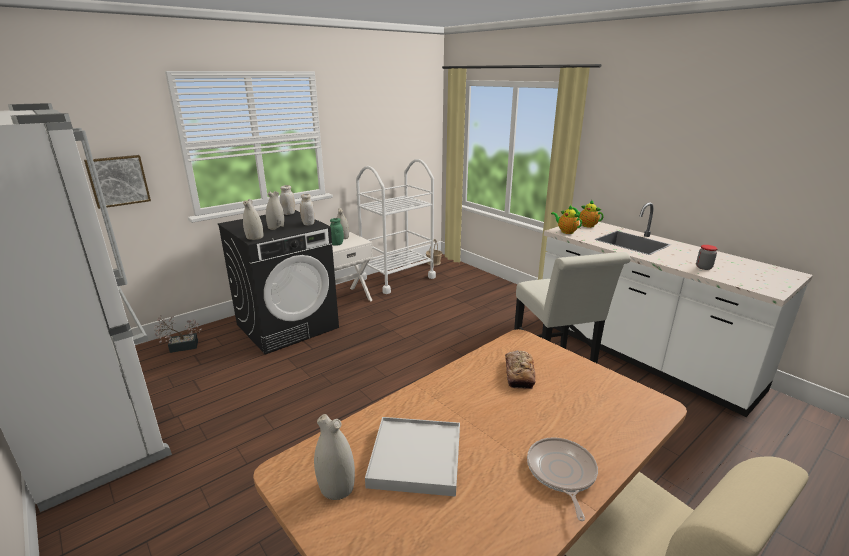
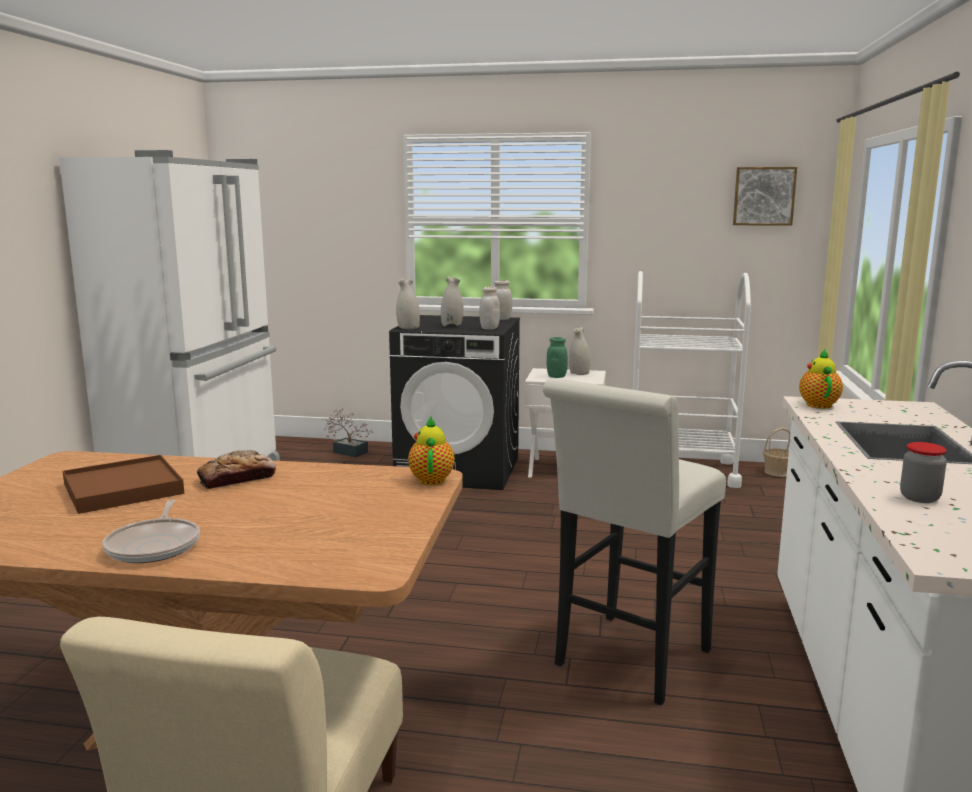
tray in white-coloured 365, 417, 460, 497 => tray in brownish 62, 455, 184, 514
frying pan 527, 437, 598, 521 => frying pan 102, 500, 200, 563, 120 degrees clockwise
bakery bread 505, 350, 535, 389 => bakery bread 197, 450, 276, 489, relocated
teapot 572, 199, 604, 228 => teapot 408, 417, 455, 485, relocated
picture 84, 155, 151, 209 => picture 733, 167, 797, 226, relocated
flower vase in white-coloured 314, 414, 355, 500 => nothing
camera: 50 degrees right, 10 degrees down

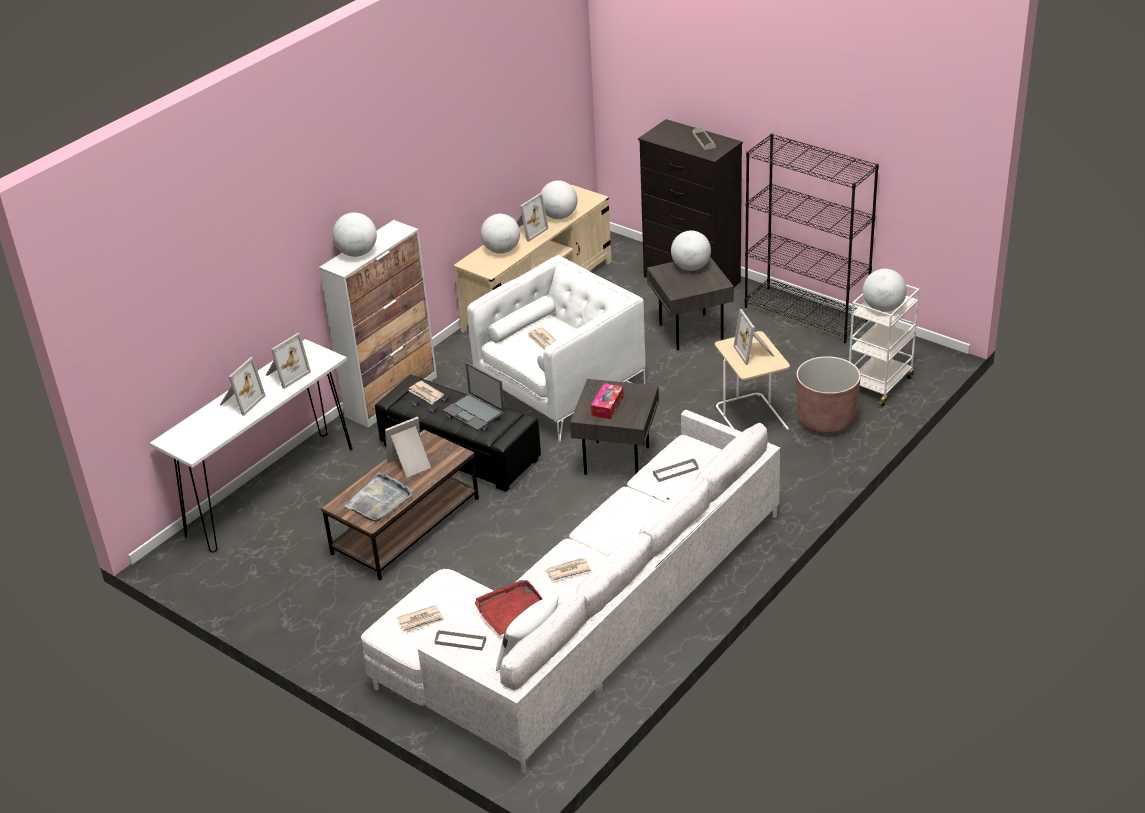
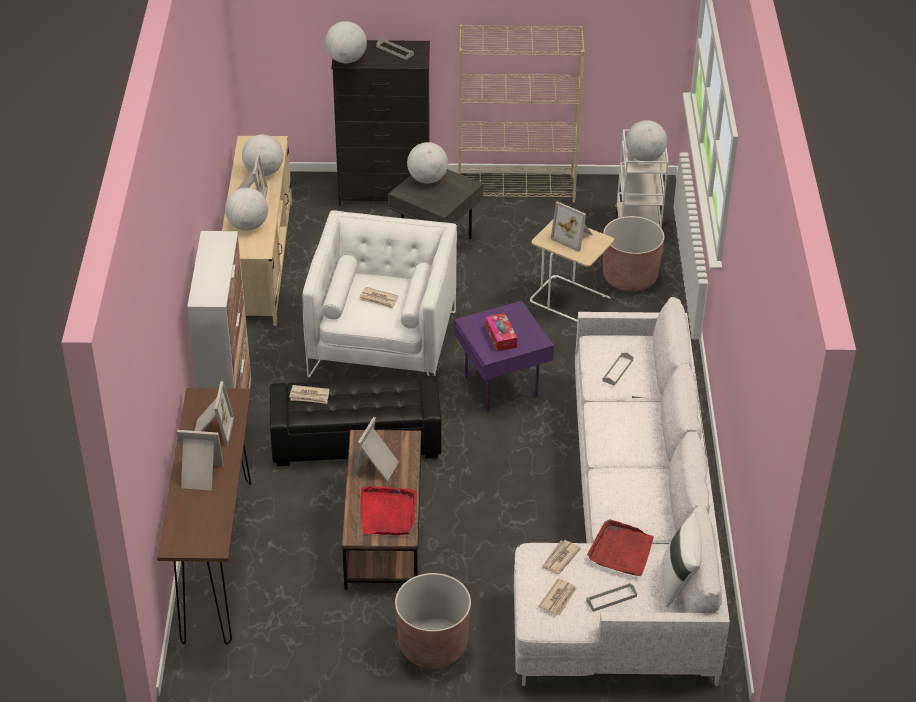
narrow table in white-coloured 150, 339, 352, 553 => narrow table in brownish 157, 388, 251, 644
photo frame 220, 357, 266, 416 => photo frame 177, 430, 224, 491, 75 degrees counterclockwise
world globe 332, 213, 377, 257 => world globe 325, 21, 367, 63, relocated
tray in grey 345, 472, 413, 522 => tray in red-coloured 361, 486, 417, 535
nothing => planter in brownish 395, 573, 471, 669
accent table in grey 570, 379, 659, 475 => accent table in purple 454, 301, 554, 412
bookcase in black-coloured 745, 133, 879, 343 => bookcase in sand-coloured 458, 25, 585, 203
daily paper 545, 558, 591, 581 => daily paper 542, 540, 581, 574, relocated
laptop 443, 362, 505, 431 => nothing
camera: 40 degrees left, 5 degrees up

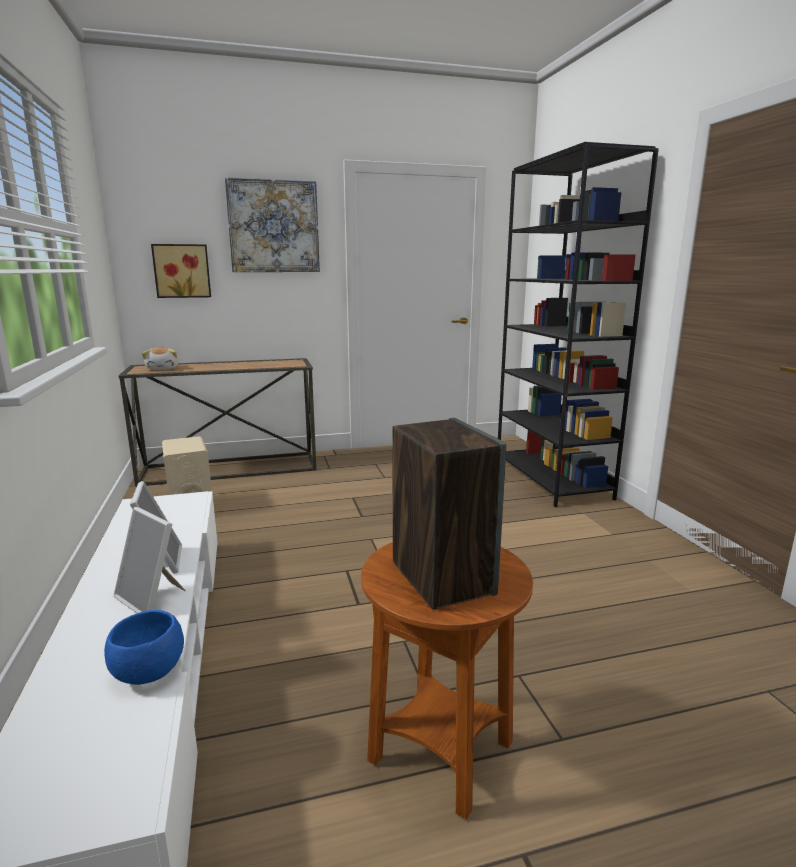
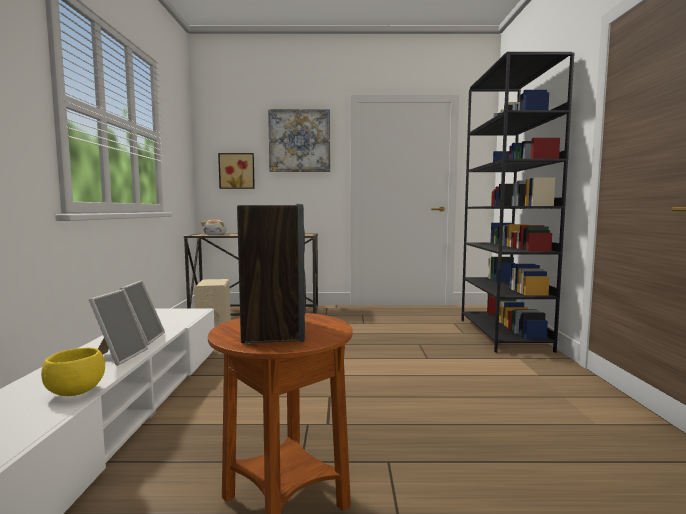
serving bowl in bluish 104, 610, 184, 685 => serving bowl in yellowish 41, 347, 105, 396
photo frame 114, 507, 186, 613 => photo frame 89, 289, 148, 366, 135 degrees counterclockwise
camera: 15 degrees right, 10 degrees down

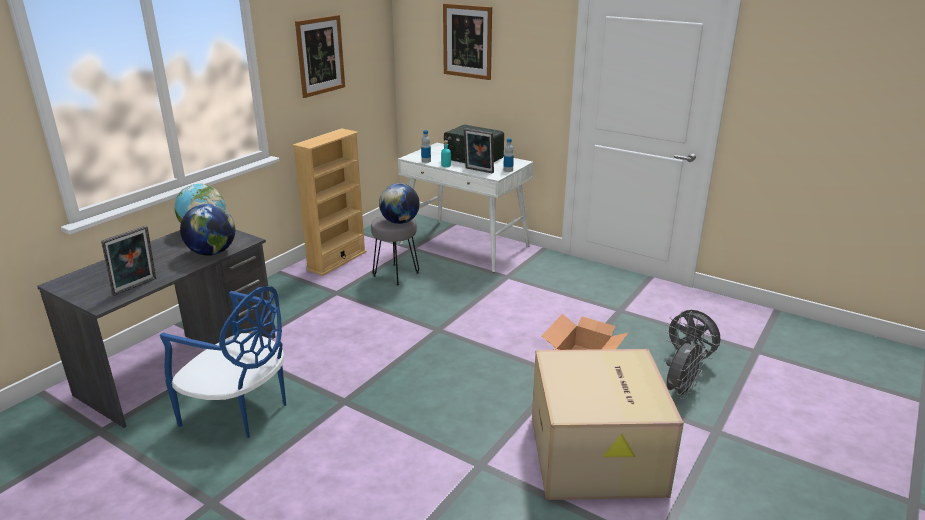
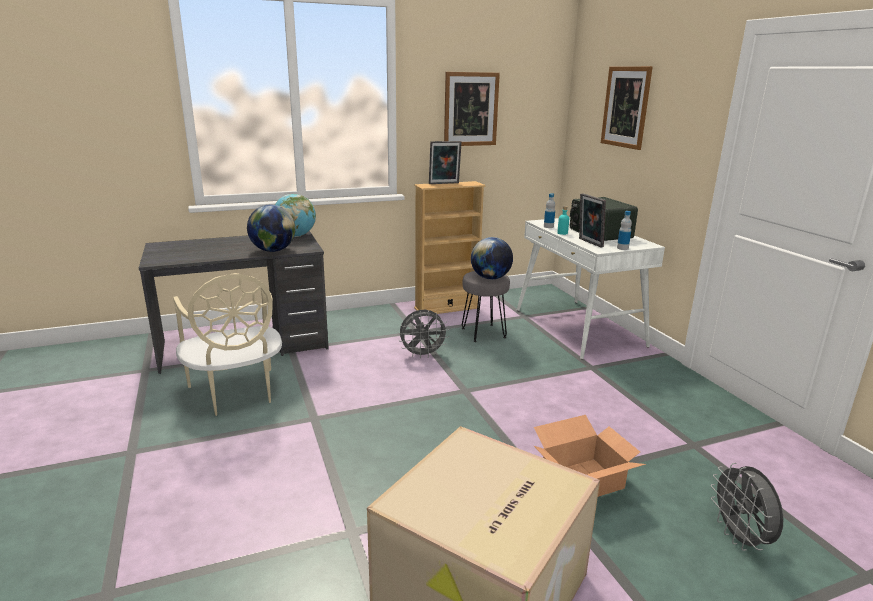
upright chair in bluish 160, 286, 286, 438 => upright chair in sand-coloured 173, 273, 282, 416
fan in grey 666, 340, 707, 399 => fan in grey 399, 310, 449, 359, relocated
photo frame 101, 226, 156, 296 => photo frame 429, 141, 462, 184, relocated
camera: 35 degrees right, 5 degrees down

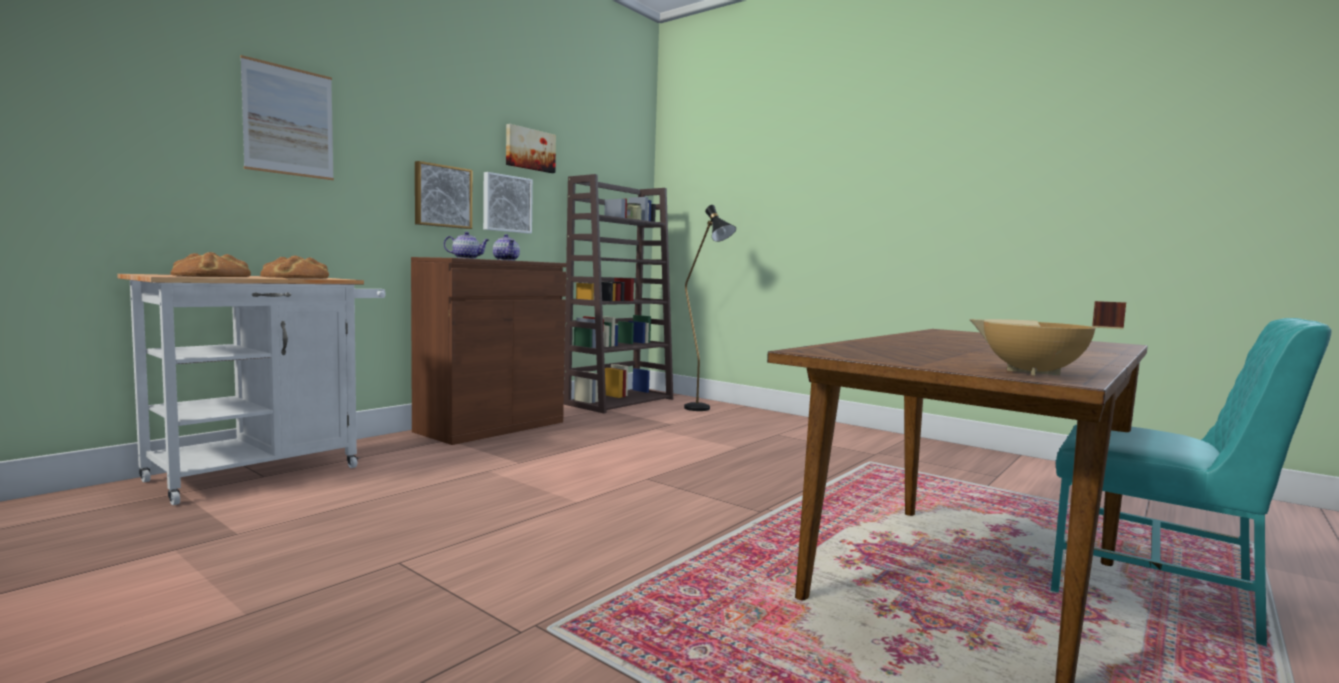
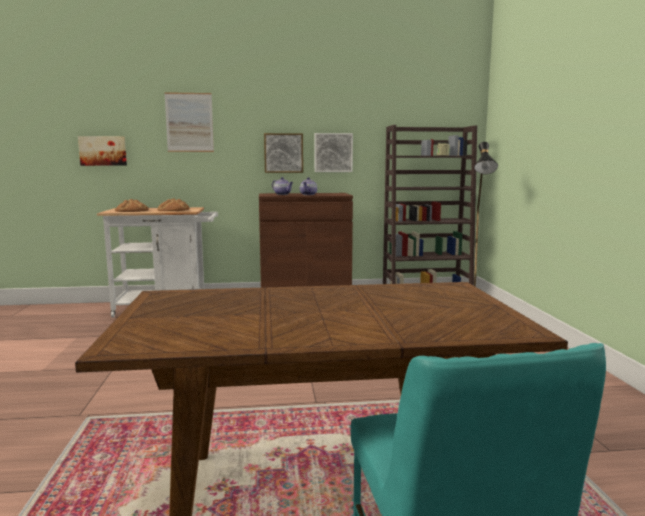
picture 506, 124, 556, 173 => picture 78, 136, 127, 166, relocated
saucepot in sand-coloured 969, 301, 1126, 376 => nothing
camera: 45 degrees right, 5 degrees up

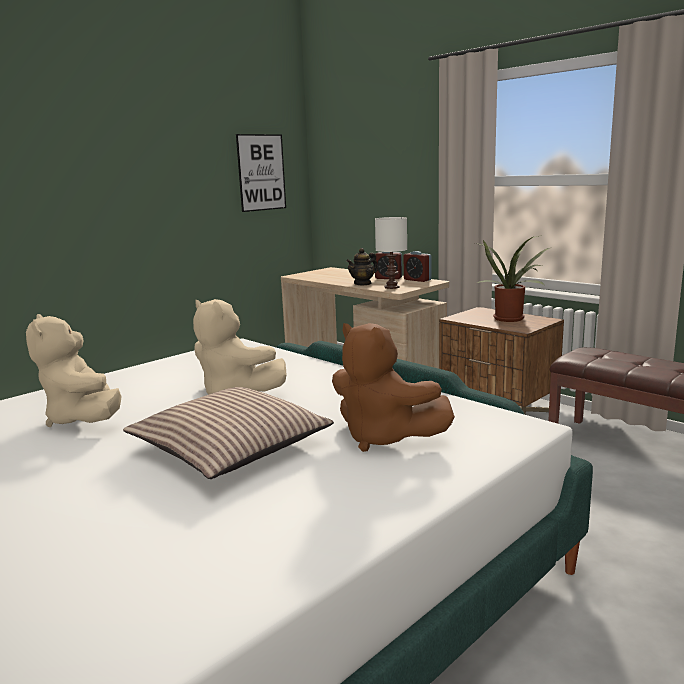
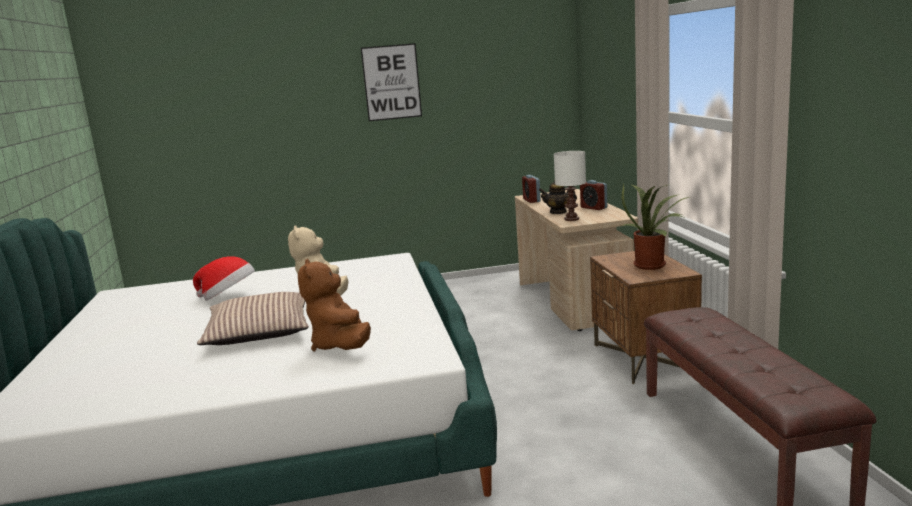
cuddly toy in sand-coloured 26, 314, 122, 427 => clothing hat 193, 256, 255, 301
picture 236, 134, 286, 212 => picture 361, 43, 422, 121, relocated
table clock 404, 251, 432, 282 => table clock 522, 175, 541, 203, relocated
camera: 35 degrees right, 0 degrees up

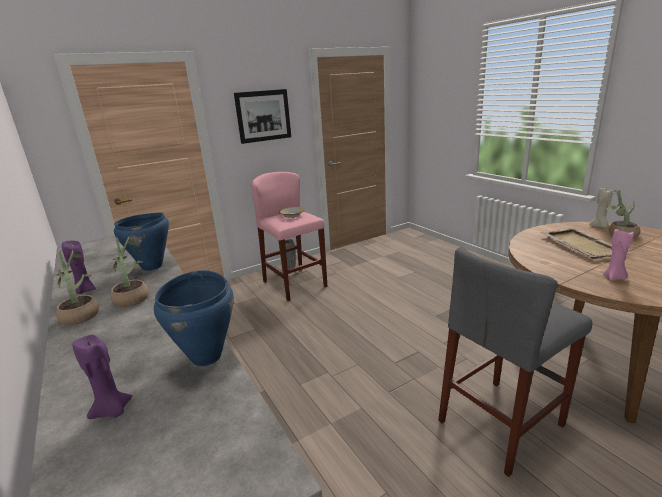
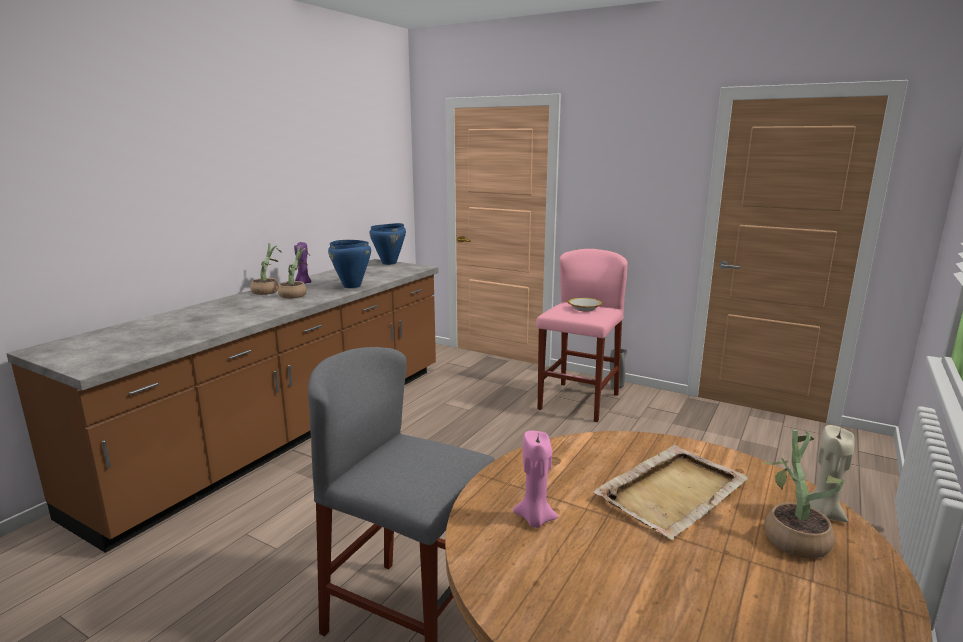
saucepot in bluish 154, 270, 234, 366 => saucepot in bluish 369, 223, 406, 265, relocated
wax light in purple 72, 334, 132, 419 => nothing
picture 234, 89, 291, 144 => nothing
camera: 60 degrees right, 5 degrees down

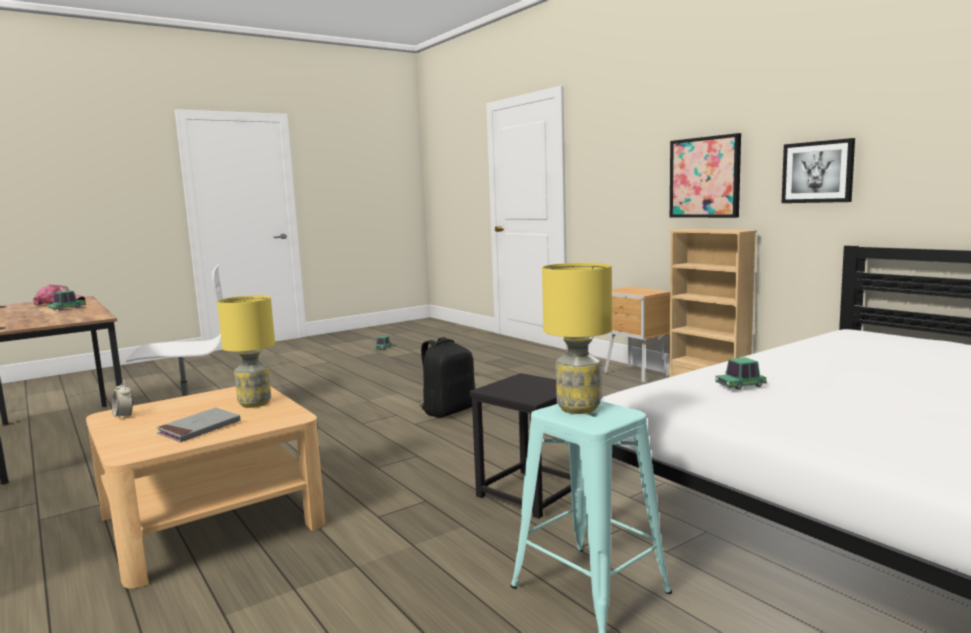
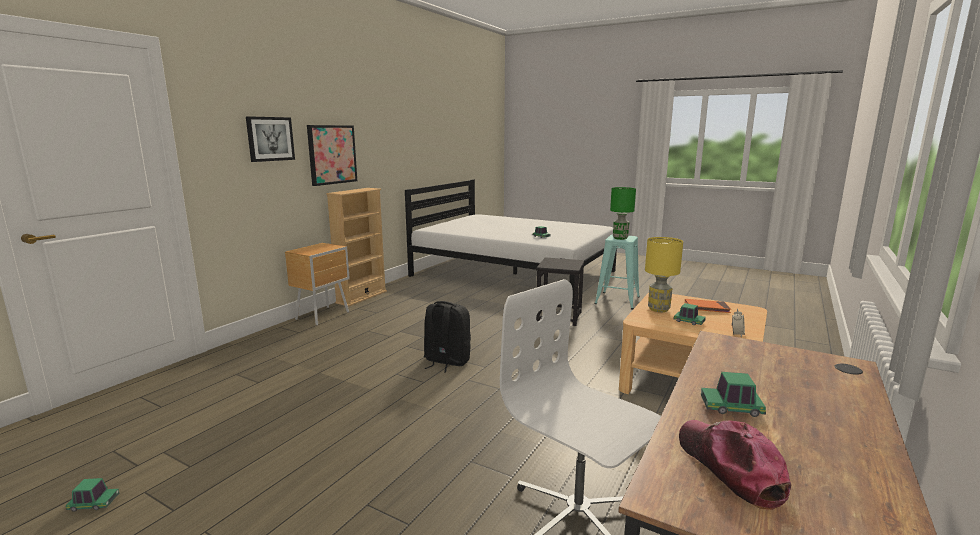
picture 782, 138, 855, 203 => picture 246, 116, 295, 162, relocated
tabletop lamp in yellowish 542, 263, 612, 414 => tabletop lamp in greenish 610, 187, 636, 240
nothing => toy car 673, 303, 706, 325
book in grey 156, 408, 241, 442 => book in orange-coloured 685, 299, 731, 313
camera: 115 degrees left, 5 degrees up

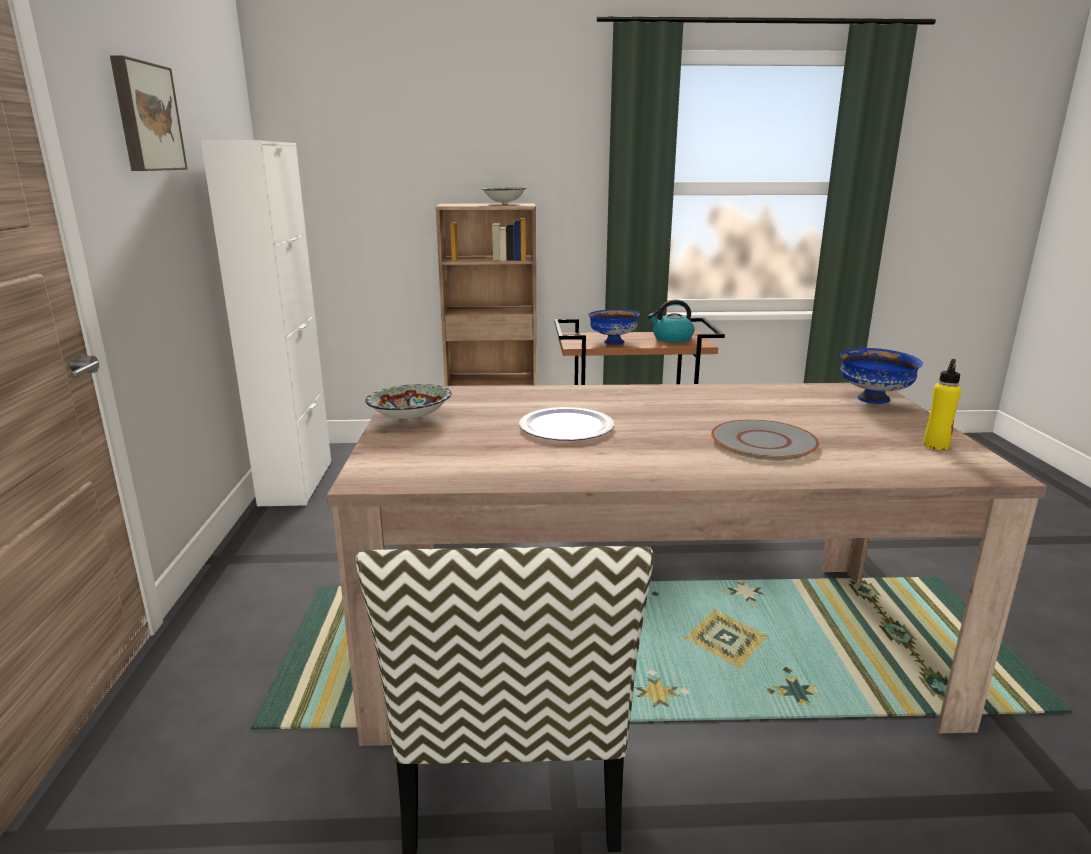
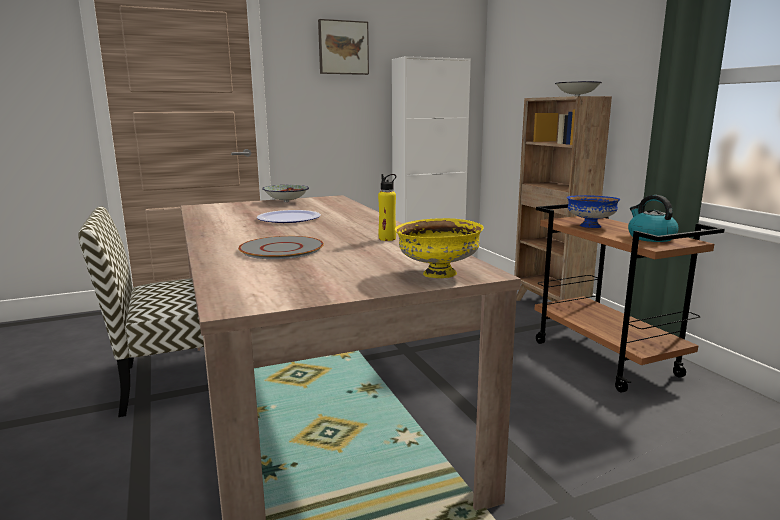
bottle in yellowish 923, 359, 961, 450 => bottle in yellowish 378, 174, 396, 241, relocated
serving bowl in bluish 840, 348, 923, 404 => serving bowl in yellowish 395, 218, 484, 278
camera: 70 degrees right, 5 degrees down

